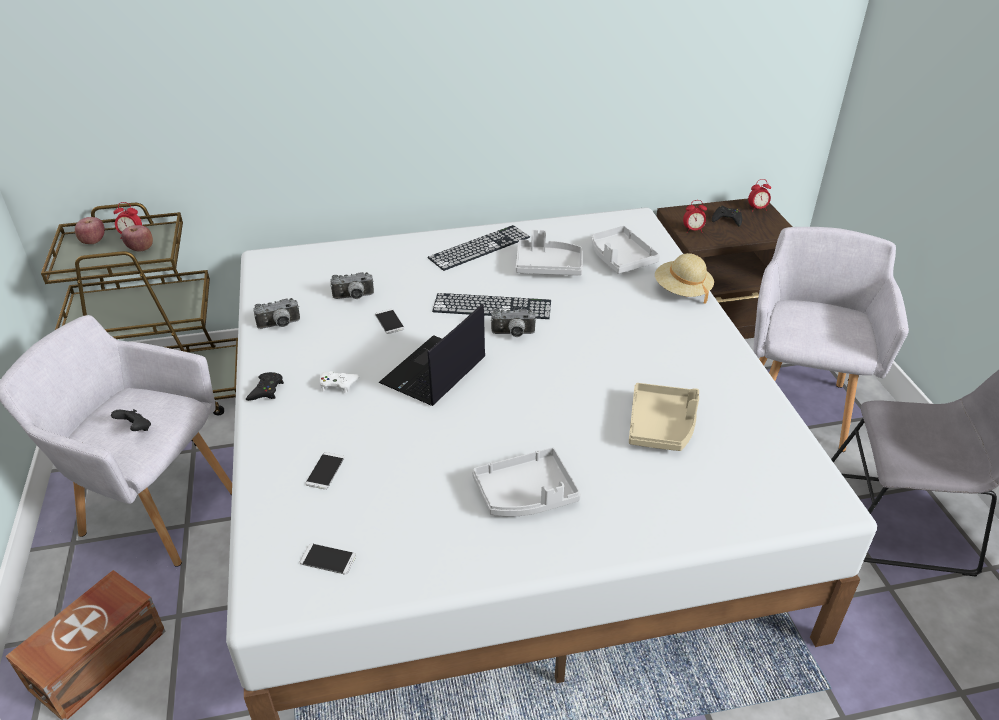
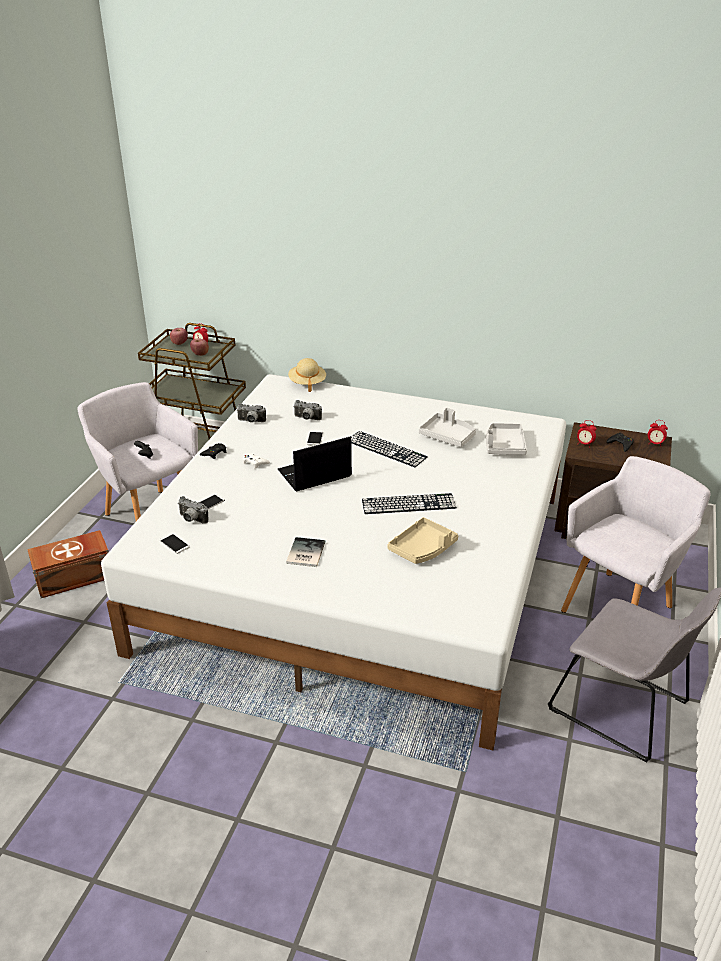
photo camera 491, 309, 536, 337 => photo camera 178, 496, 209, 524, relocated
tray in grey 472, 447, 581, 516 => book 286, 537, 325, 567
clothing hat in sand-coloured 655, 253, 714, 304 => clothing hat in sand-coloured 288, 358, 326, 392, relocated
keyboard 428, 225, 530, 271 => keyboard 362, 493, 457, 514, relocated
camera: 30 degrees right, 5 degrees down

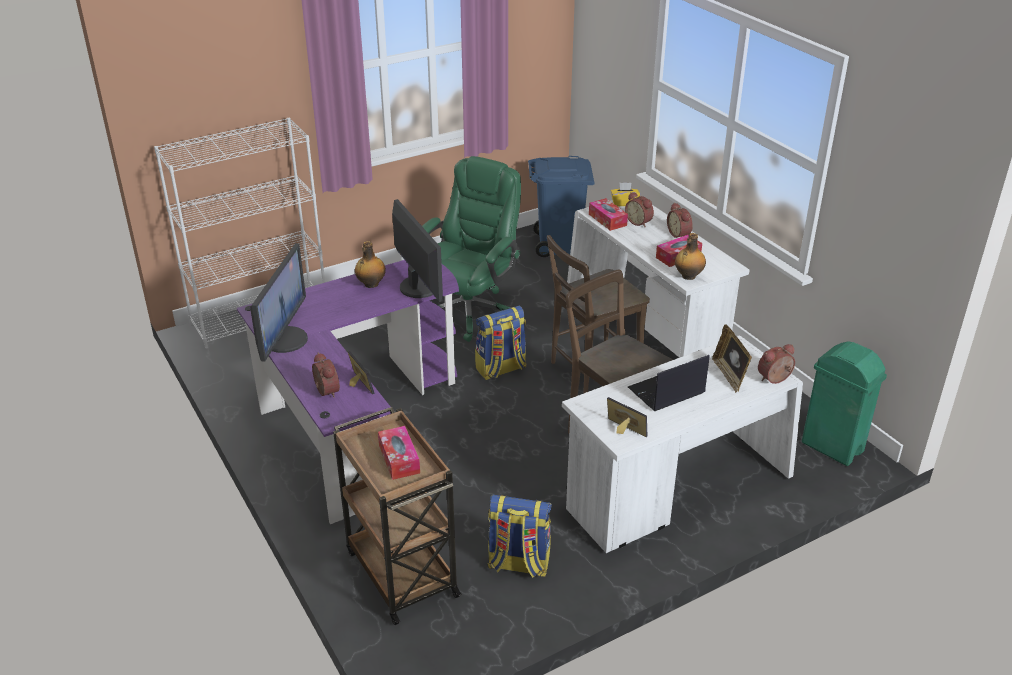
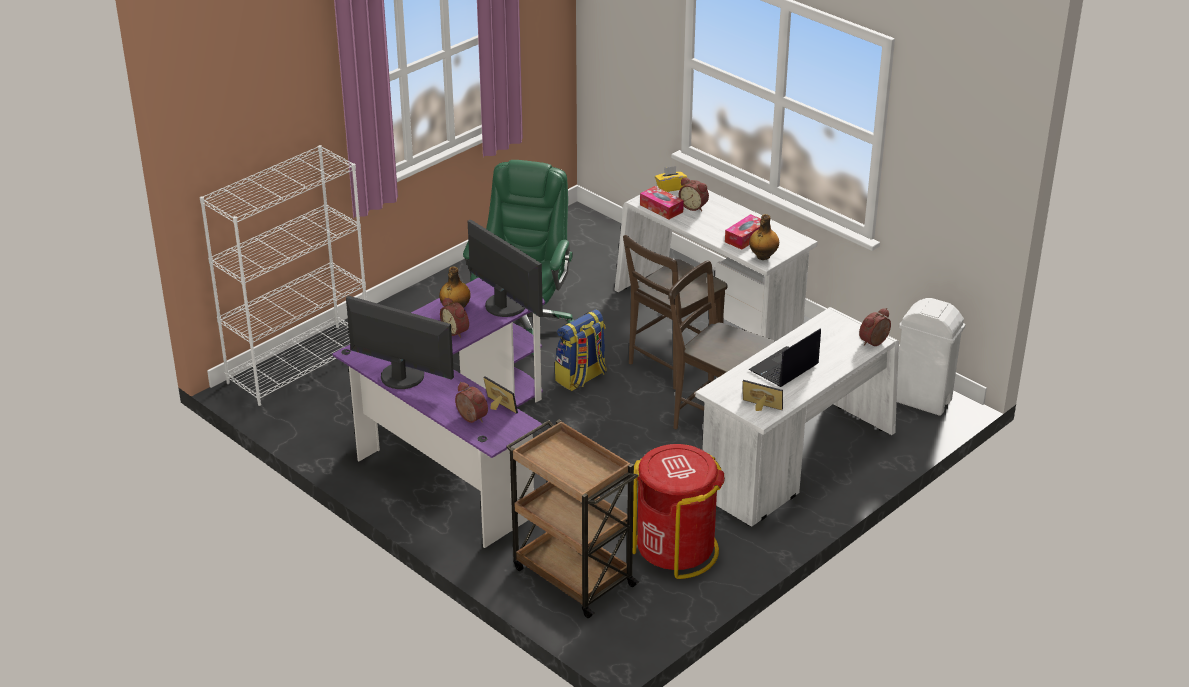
monitor 250, 243, 308, 362 => monitor 346, 296, 454, 389, 60 degrees counterclockwise
table clock 667, 203, 693, 238 => table clock 440, 297, 469, 338, relocated
knapsack 487, 495, 552, 578 => rubbish bin in red-coloured 633, 444, 725, 579
rubbish bin in greenish 802, 341, 887, 466 => rubbish bin in white-coloured 897, 298, 965, 416
tissue holder 378, 426, 420, 480 => nothing
rubbish bin in bluish 528, 156, 595, 257 => nothing
photo frame 712, 324, 752, 393 => nothing
camera: 15 degrees left, 0 degrees up

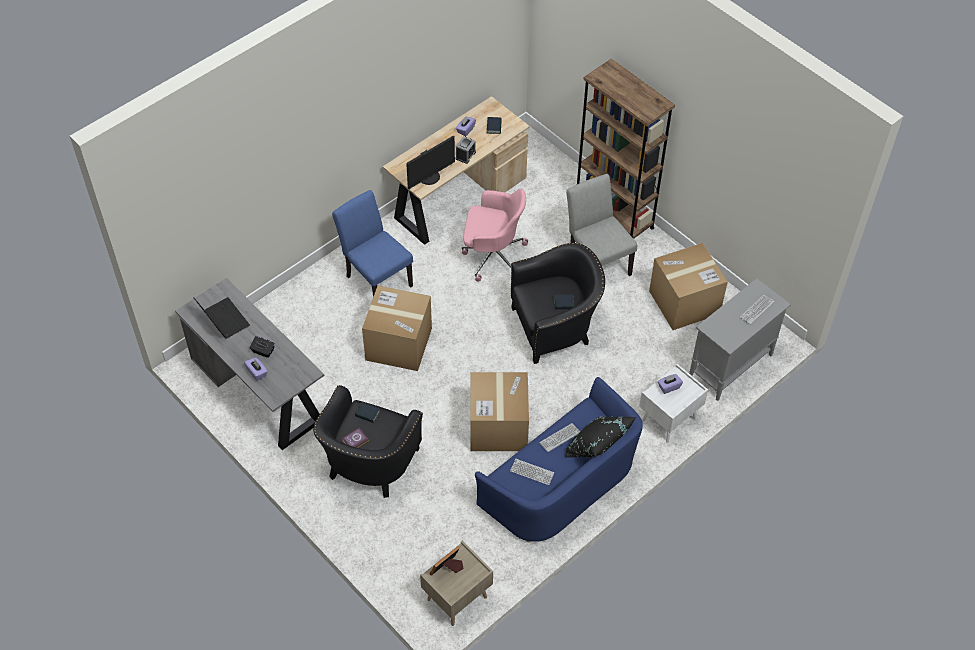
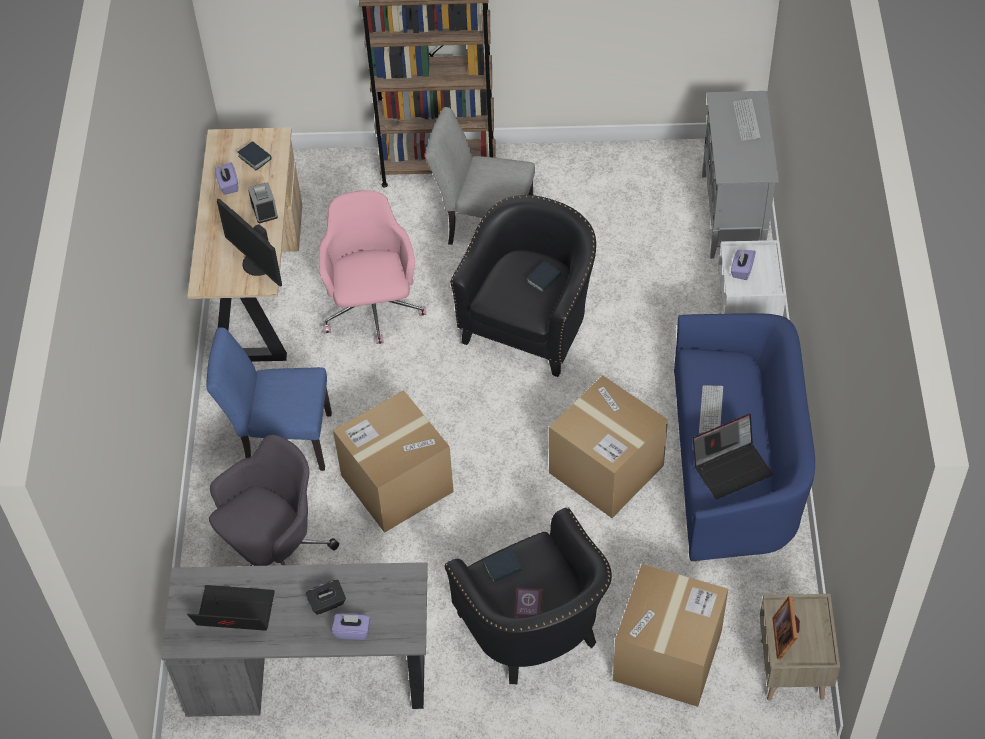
nothing => desk chair in grey 209, 434, 339, 566
monitor 406, 136, 455, 189 => monitor 217, 199, 282, 286, 135 degrees clockwise
desk chair in pinkish 462, 189, 528, 282 => desk chair in pinkish 319, 190, 426, 344, 60 degrees counterclockwise
packing box 649, 243, 728, 330 => packing box 613, 564, 728, 707, relocated
keyboard 510, 459, 554, 485 => laptop 693, 414, 773, 499
pillow in black-coloured 565, 417, 636, 458 => nothing
camera: 45 degrees left, 0 degrees up

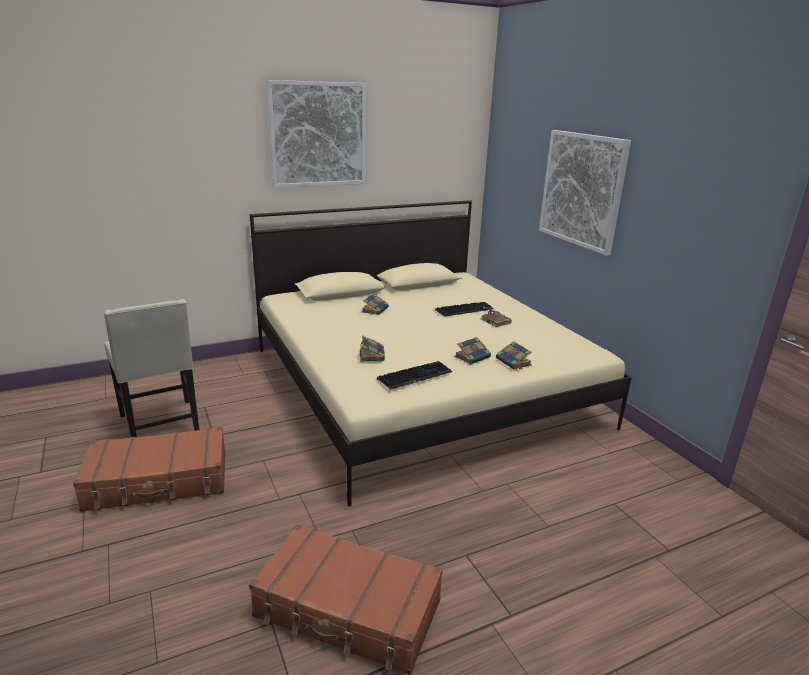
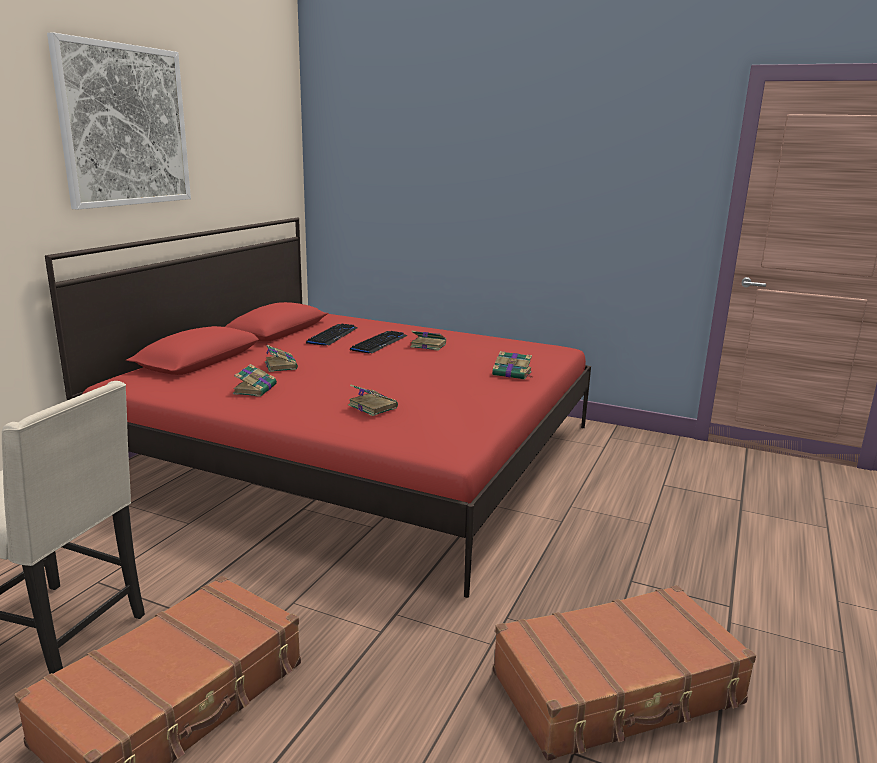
bedroom bed in sand-coloured 250, 200, 632, 507 => bedroom bed in red-coloured 45, 217, 591, 598
book 455, 337, 491, 365 => book 233, 364, 277, 397, relocated
keyboard 377, 361, 452, 390 => keyboard 306, 324, 358, 346, relocated
picture 539, 130, 631, 256 => nothing
camera: 40 degrees left, 5 degrees down

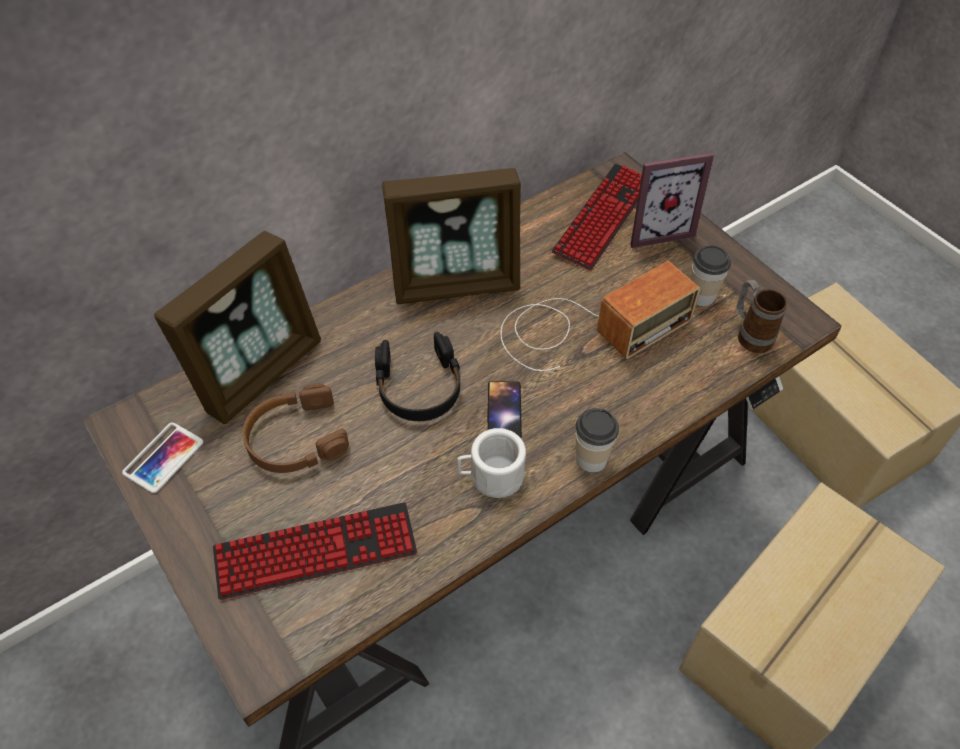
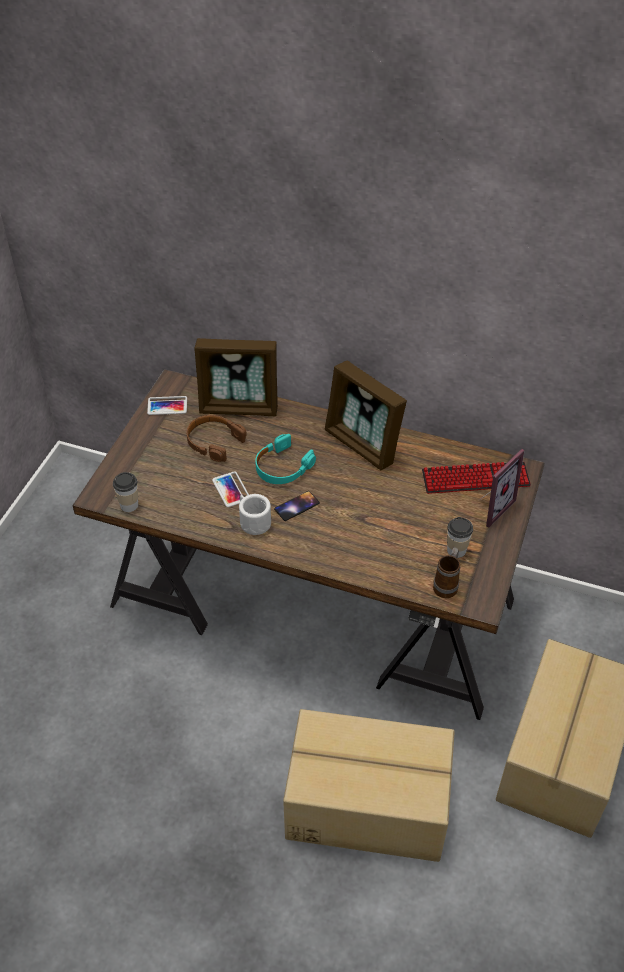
drinking cup 576, 408, 619, 472 => drinking cup 113, 472, 138, 512, relocated
nothing => telephone 212, 471, 249, 507
headset in black-coloured 375, 332, 460, 421 => headset in turquoise 255, 434, 316, 484
photo frame 630, 152, 714, 248 => photo frame 481, 449, 525, 528, 90 degrees counterclockwise
keyboard 213, 502, 417, 600 => nothing
radio 501, 261, 701, 371 => nothing
camera: 55 degrees right, 5 degrees down

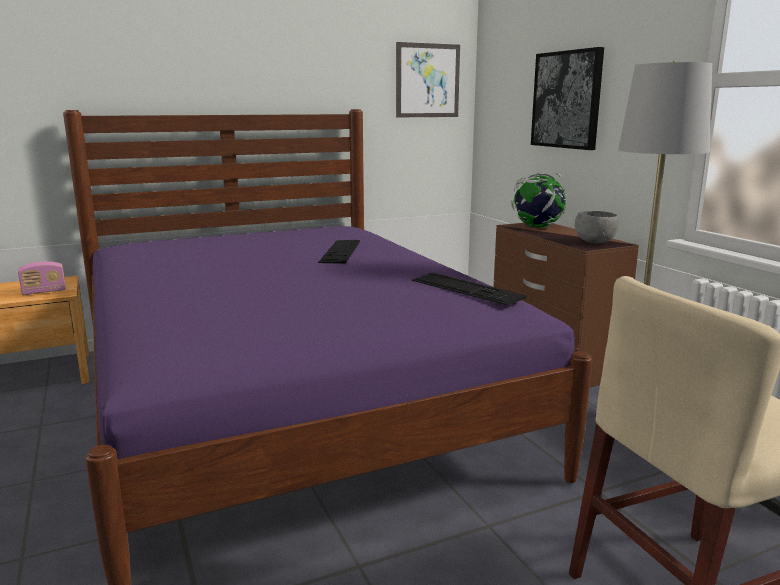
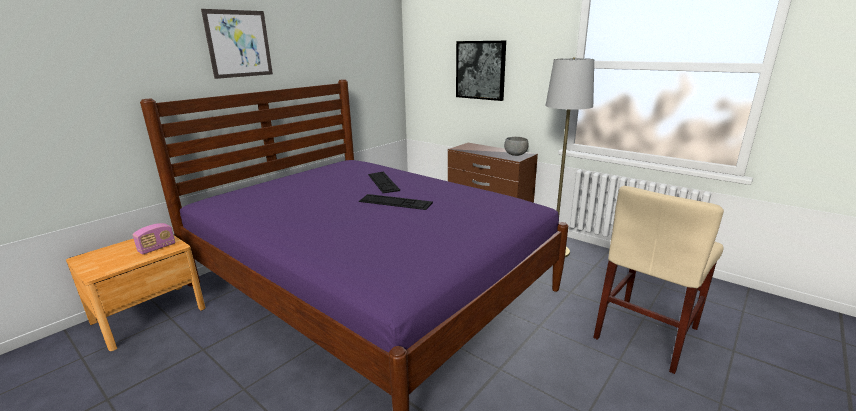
picture 396, 42, 460, 117 => picture 201, 9, 273, 79, relocated
keyboard 412, 273, 527, 305 => keyboard 359, 194, 433, 210, relocated
world globe 511, 173, 567, 228 => nothing
camera: 25 degrees left, 5 degrees up

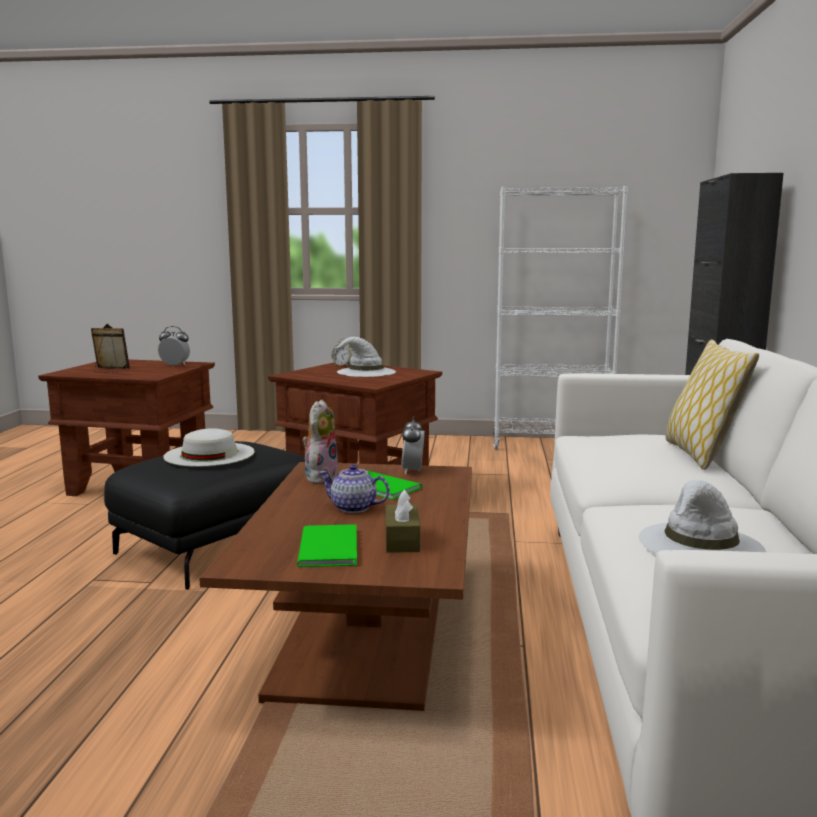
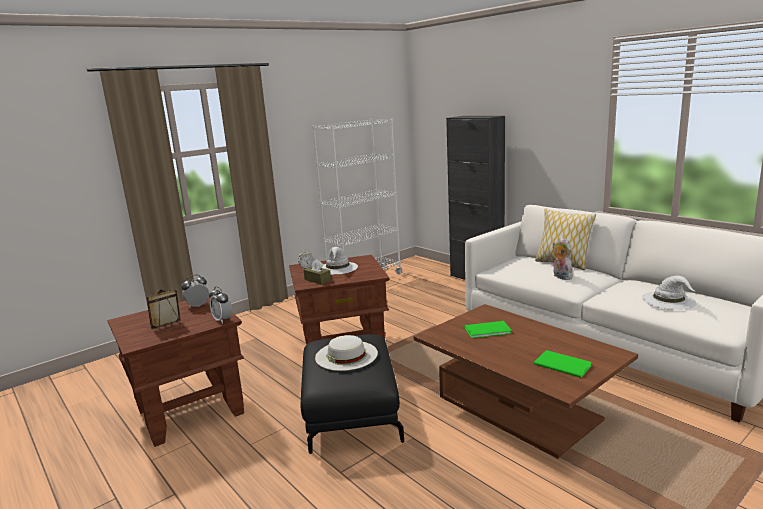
table clock 401, 416, 425, 475 => table clock 209, 286, 232, 324, relocated
tissue holder in brownish 385, 490, 420, 553 => tissue holder in brownish 304, 259, 331, 285, relocated
cuddly toy 302, 400, 338, 484 => cuddly toy 553, 237, 575, 280, relocated
teapot 319, 464, 390, 513 => nothing
camera: 45 degrees left, 5 degrees up

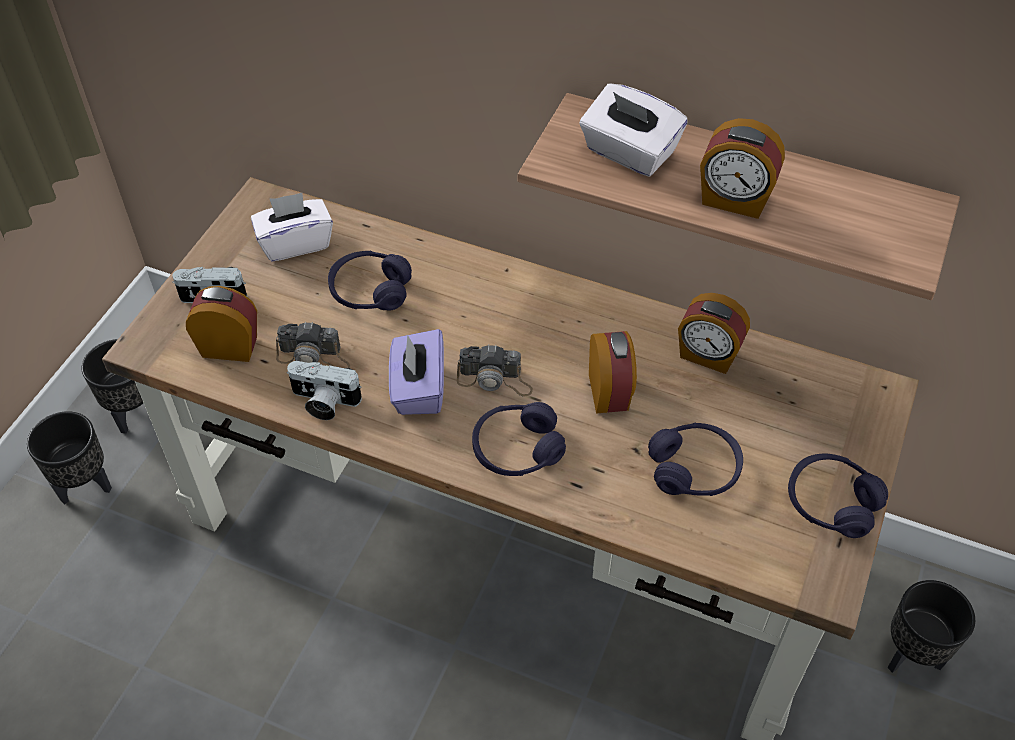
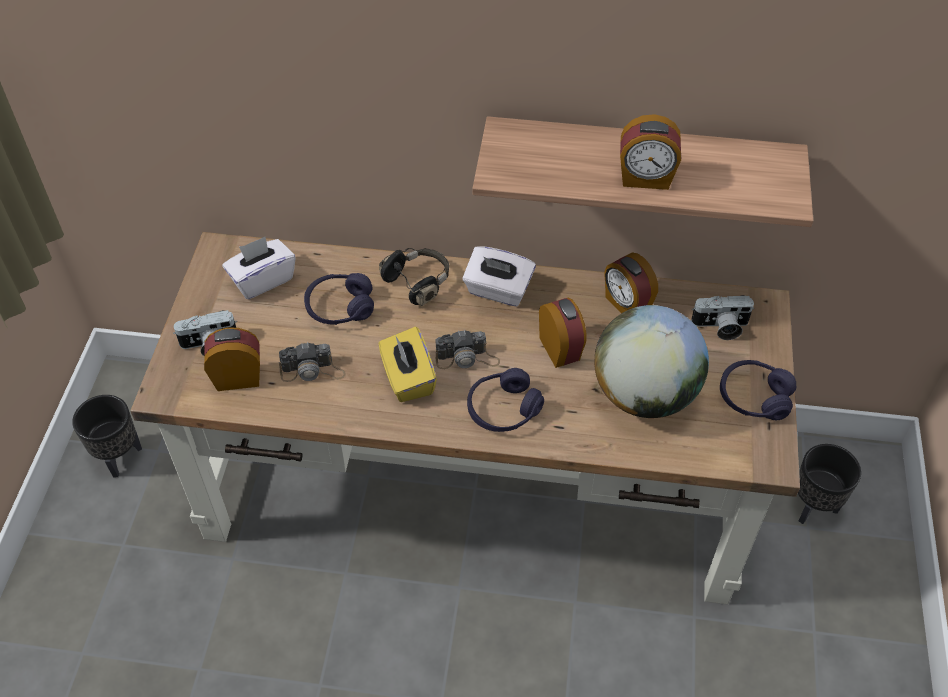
nothing => headset in black-coloured 379, 248, 449, 306
tissue holder in purple 389, 329, 444, 415 => tissue holder in yellowish 379, 326, 437, 402
tissue holder in white-coloured 580, 83, 688, 177 => tissue holder in white-coloured 462, 247, 536, 307, relocated
headset in purple 648, 423, 743, 496 => world globe 594, 305, 709, 418
table clock 678, 293, 750, 374 => table clock 604, 252, 658, 313, 45 degrees clockwise
photo camera 287, 361, 362, 420 => photo camera 691, 295, 754, 340, relocated
planter in black-coloured 27, 411, 112, 505 => nothing
camera: 15 degrees left, 0 degrees up

